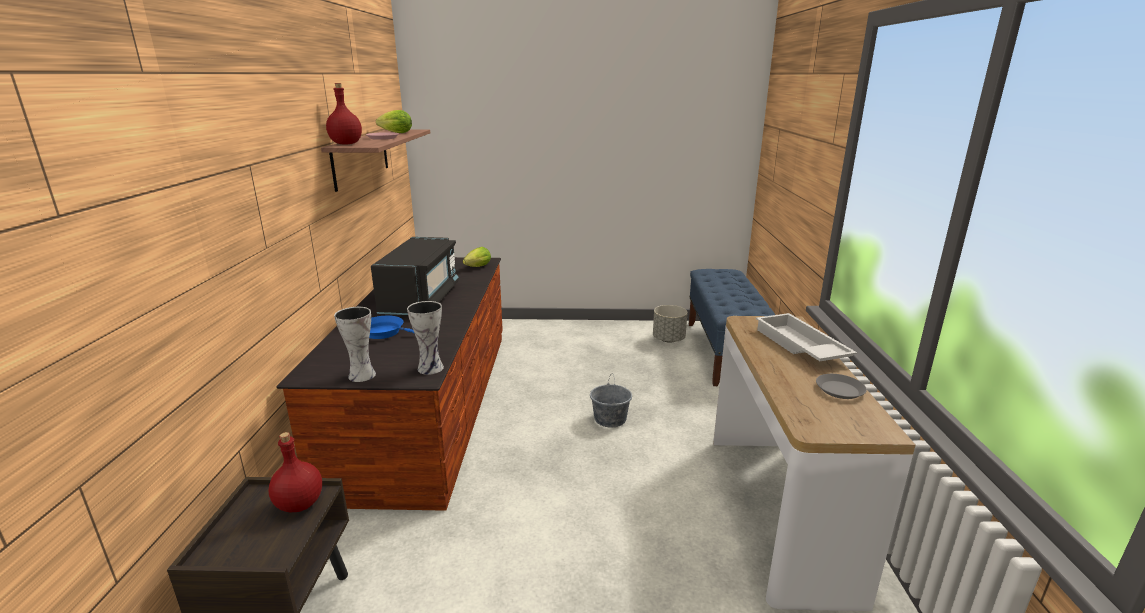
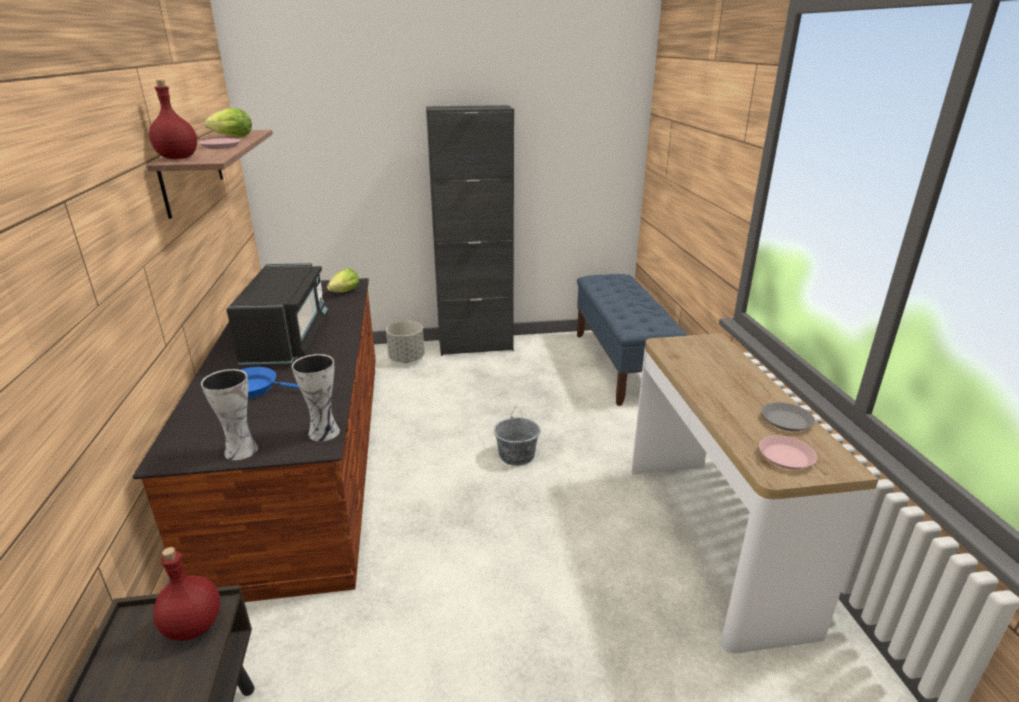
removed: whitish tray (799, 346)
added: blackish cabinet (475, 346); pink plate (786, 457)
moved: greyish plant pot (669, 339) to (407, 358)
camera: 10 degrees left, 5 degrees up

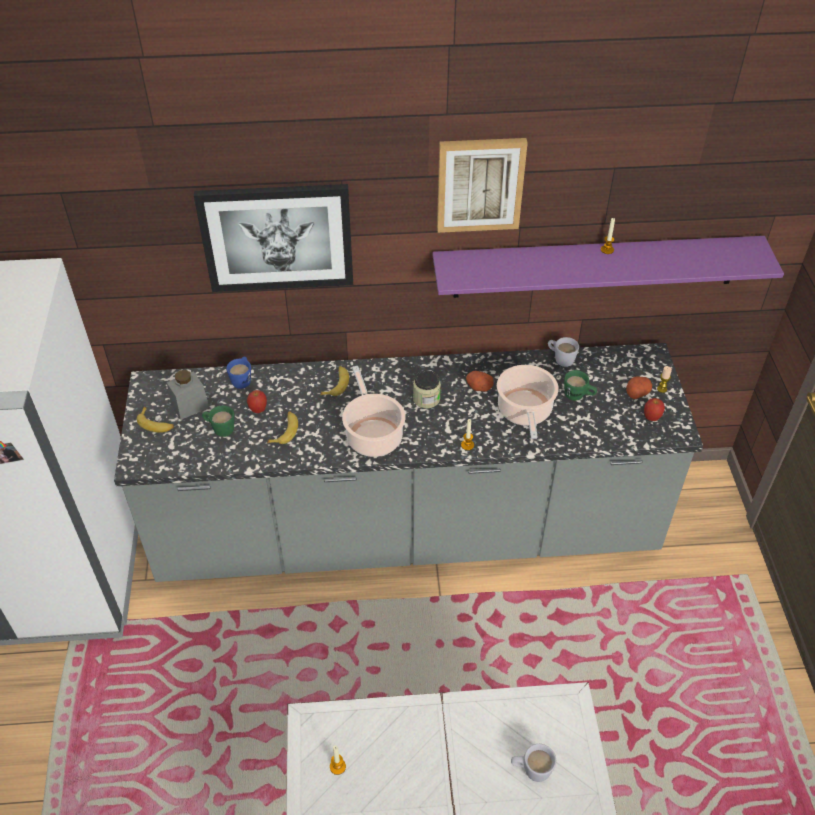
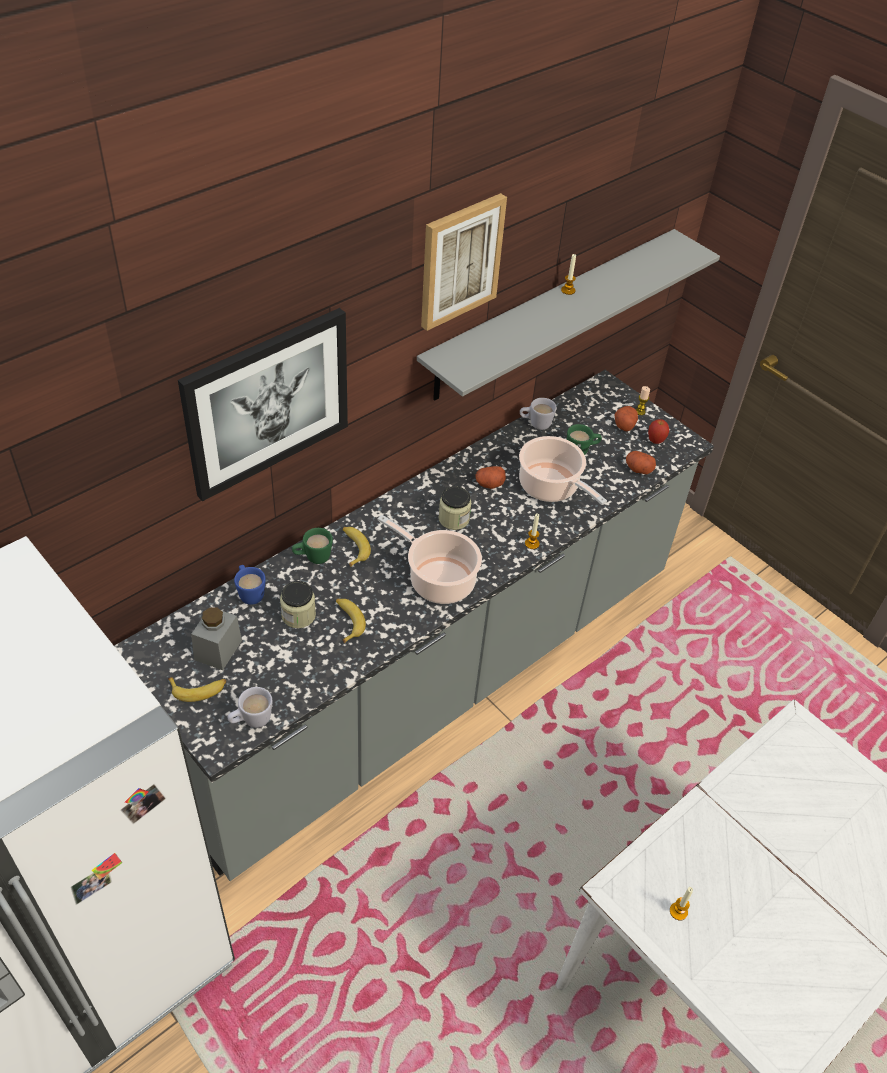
added: spud (638, 469)
moved: whitish coffee mug (531, 770) to (251, 721); green-coloured coffee mug (220, 429) to (313, 557)
replaced: apple (258, 410) to preserve jar (298, 615)
recoloured: purple-coloured bracket shelf (595, 266) to greyish bracket shelf (551, 313)
camera: 40 degrees left, 0 degrees up

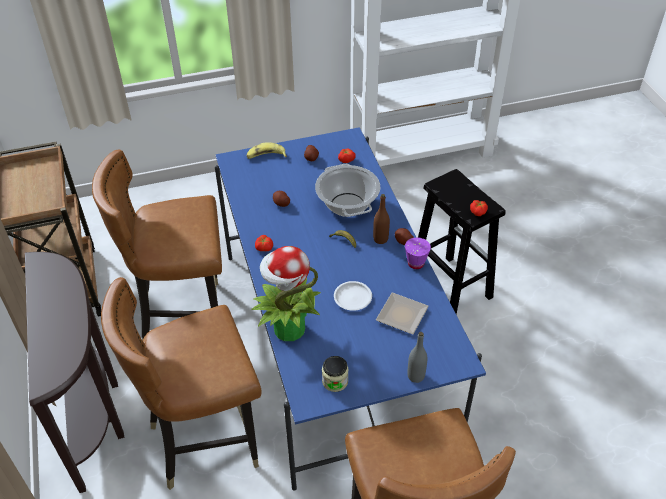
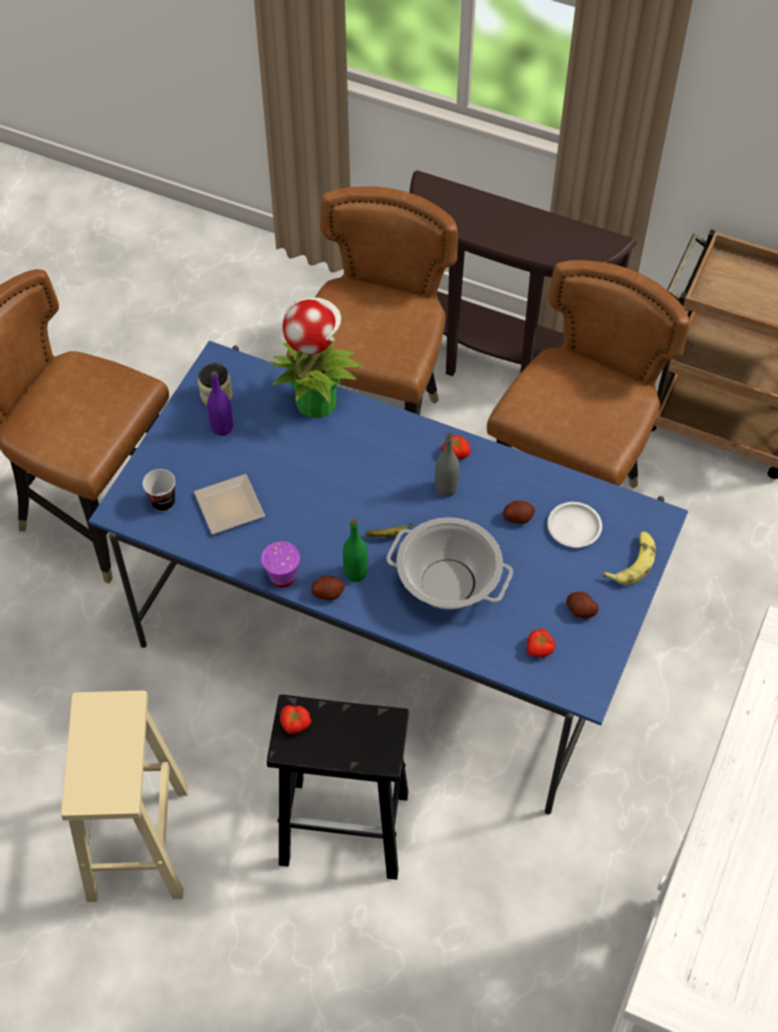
added: sand-coloured stool (139, 845); small cup (163, 502); purple-coloured drink bottle (222, 428)
moved: greyish drink bottle (416, 376) to (446, 488); whitish plate (352, 297) to (574, 527)
recoloured: brown-coloured drink bottle (380, 239) to green-coloured drink bottle (355, 573)
camera: 130 degrees right, 10 degrees up

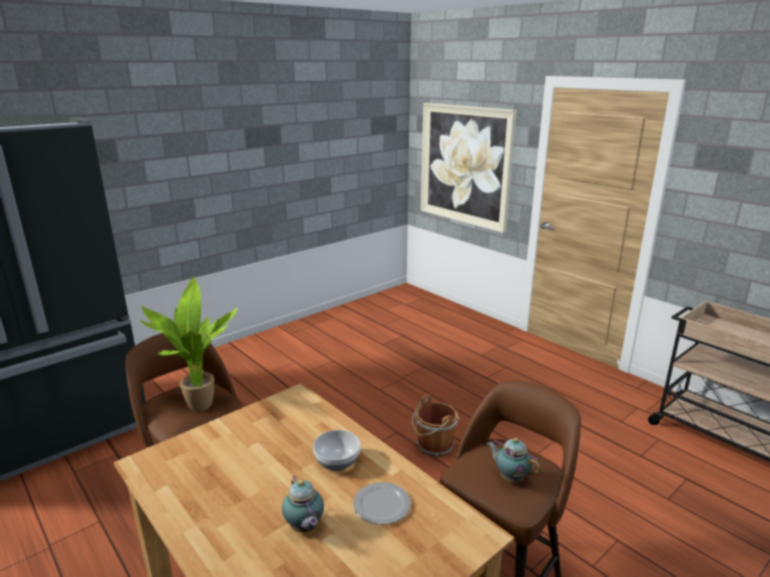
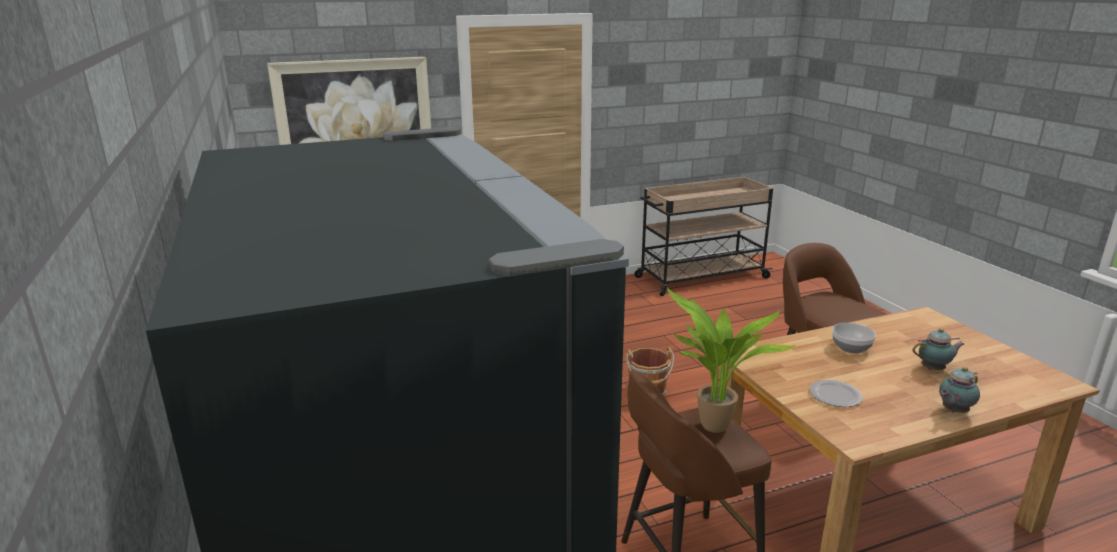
moved: plate (382, 506) to (836, 395); tea pot (510, 477) to (953, 411)
camera: 70 degrees left, 0 degrees up

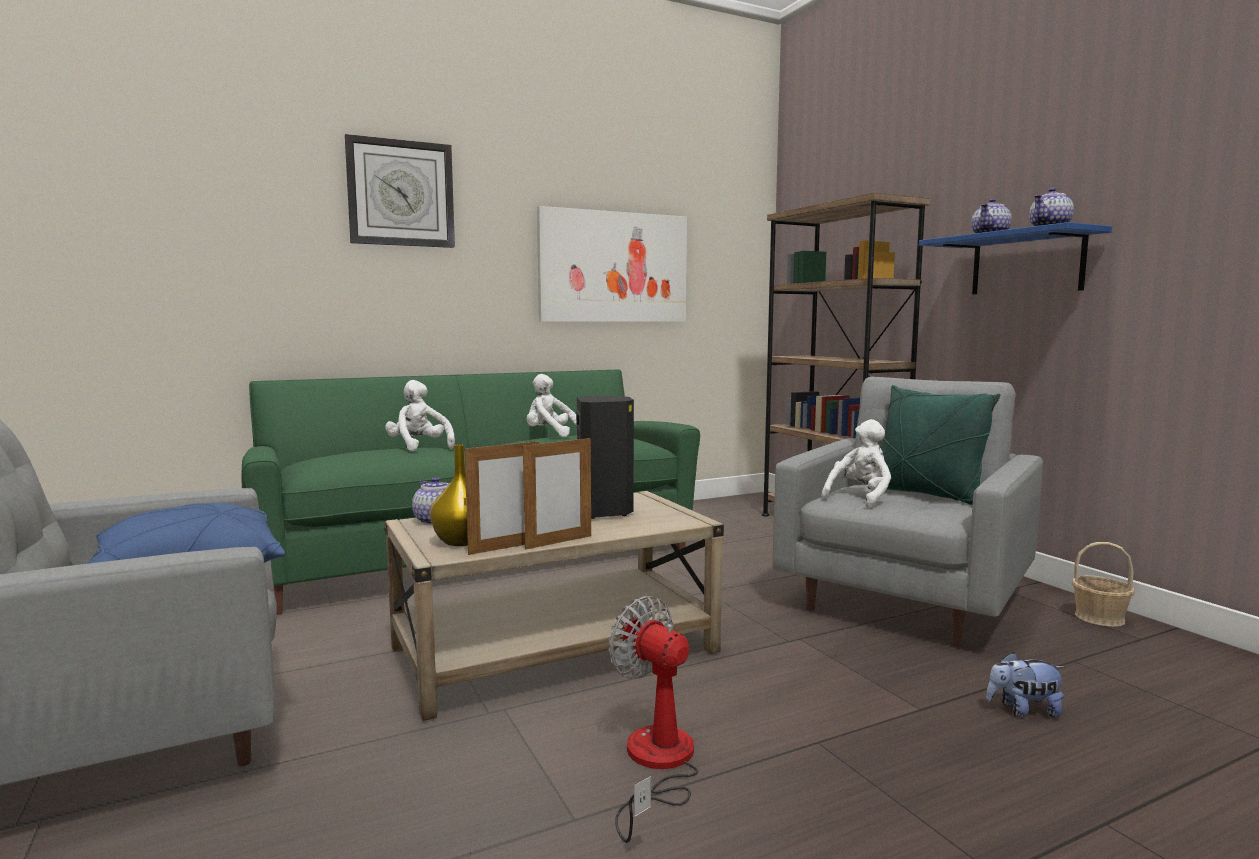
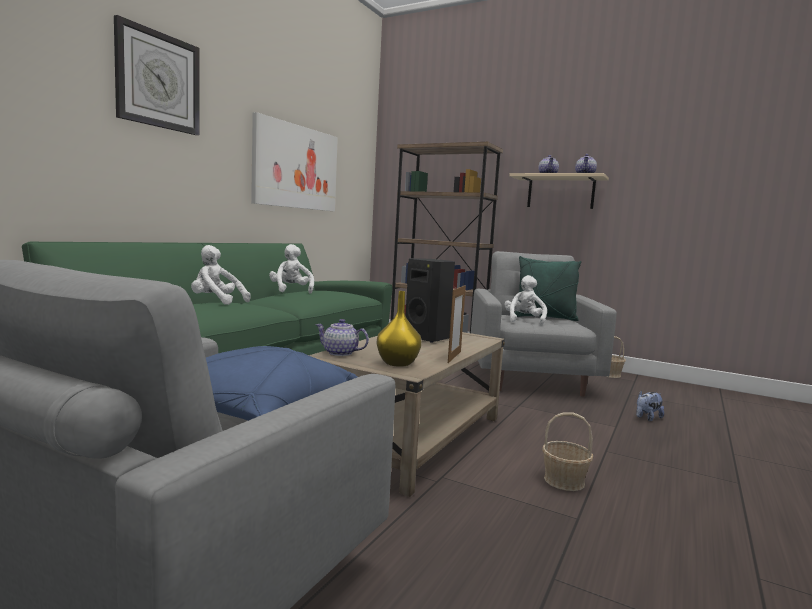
removed: photo frame (505, 548)
replaced: cooling fan (656, 764) to household basket (564, 481)
recoloured: blue-coloured bracket shelf (1026, 264) to sand-coloured bracket shelf (560, 192)
turned: whitish soft toy (550, 434) = (291, 291) 75 degrees clockwise
camera: 35 degrees left, 0 degrees up

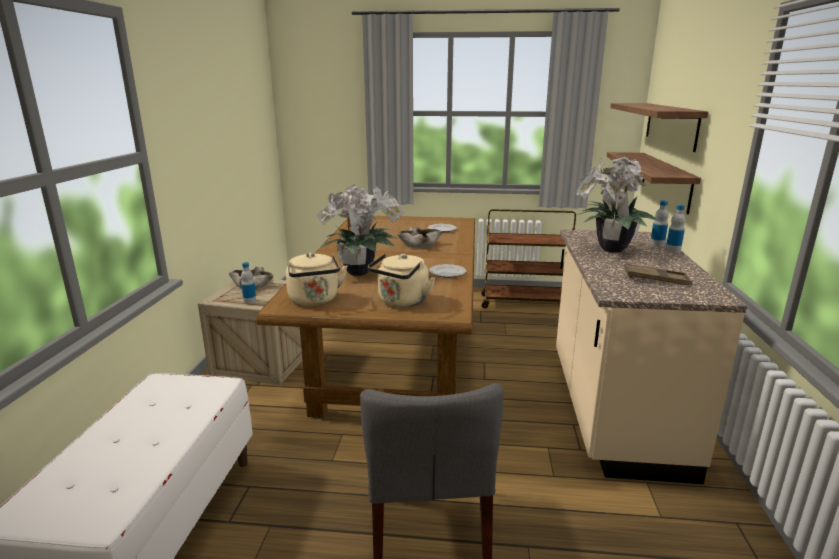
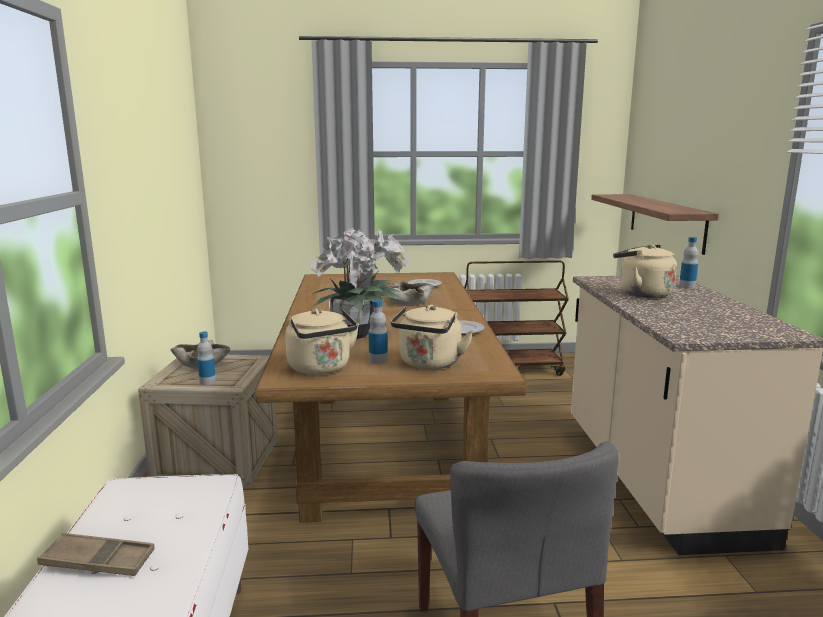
removed: bracket shelf (671, 125)
moved: brown-coloured tray (656, 279) to (98, 561); drink bottle (673, 250) to (378, 360)
replaced: houseplant (609, 249) to sand-coloured kettle (641, 293)
camera: 10 degrees left, 5 degrees down

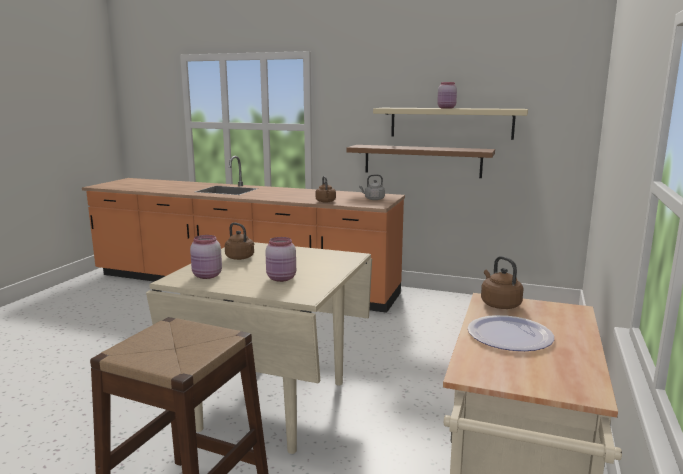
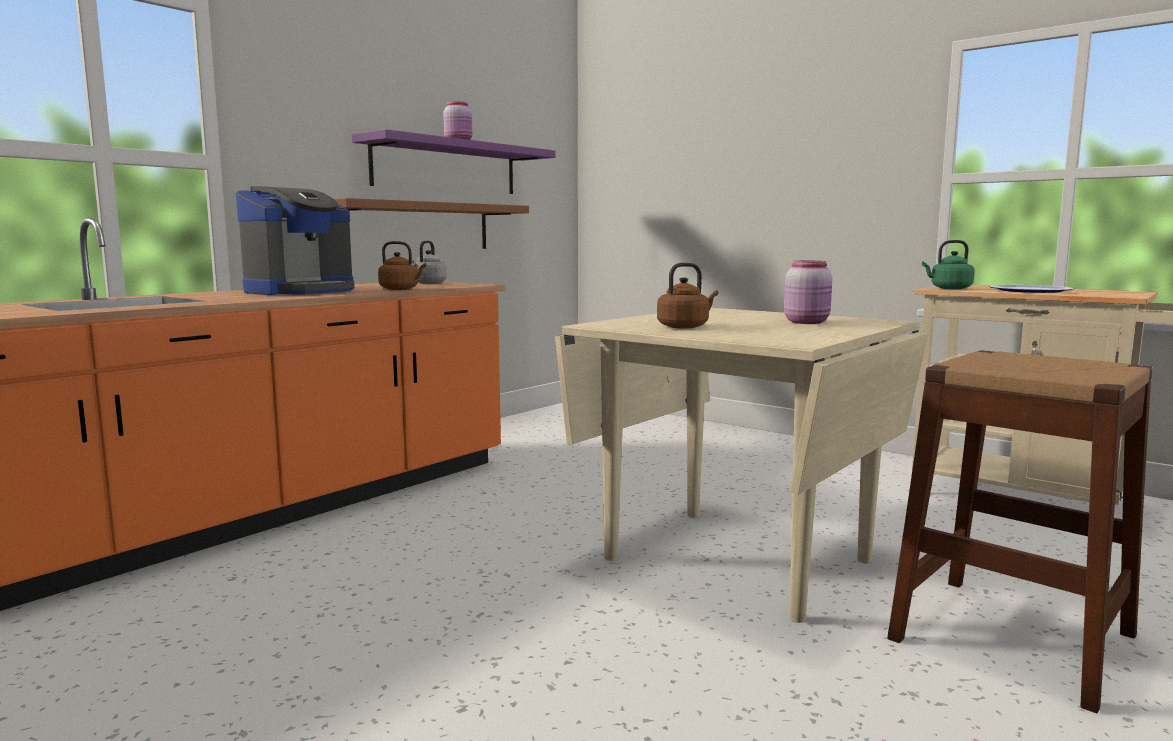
removed: pink preserve jar (207, 276)
added: coffee maker (301, 291)
recoloured: sand-coloured bracket shelf (451, 123) to purple-coloured bracket shelf (446, 167); brown-coloured kettle (499, 304) to green-coloured kettle (949, 288)
camera: 70 degrees left, 5 degrees down

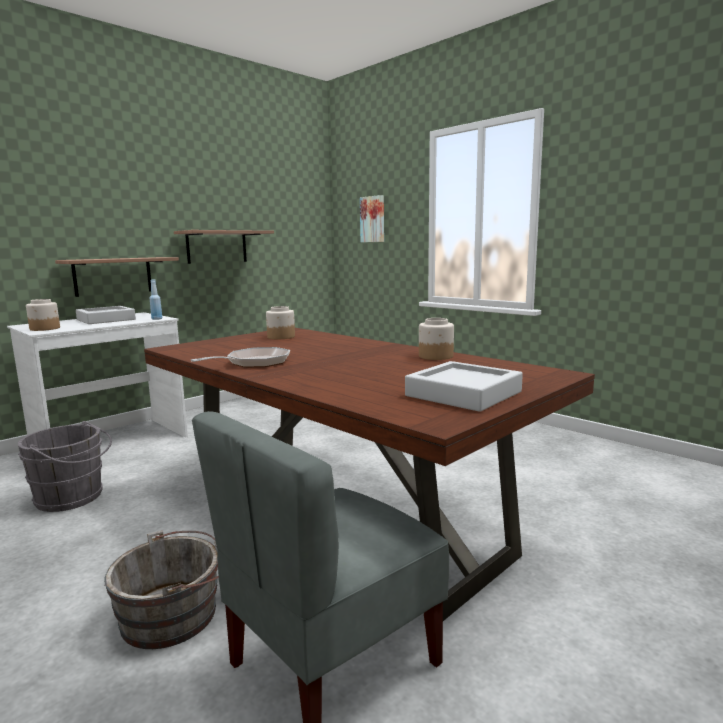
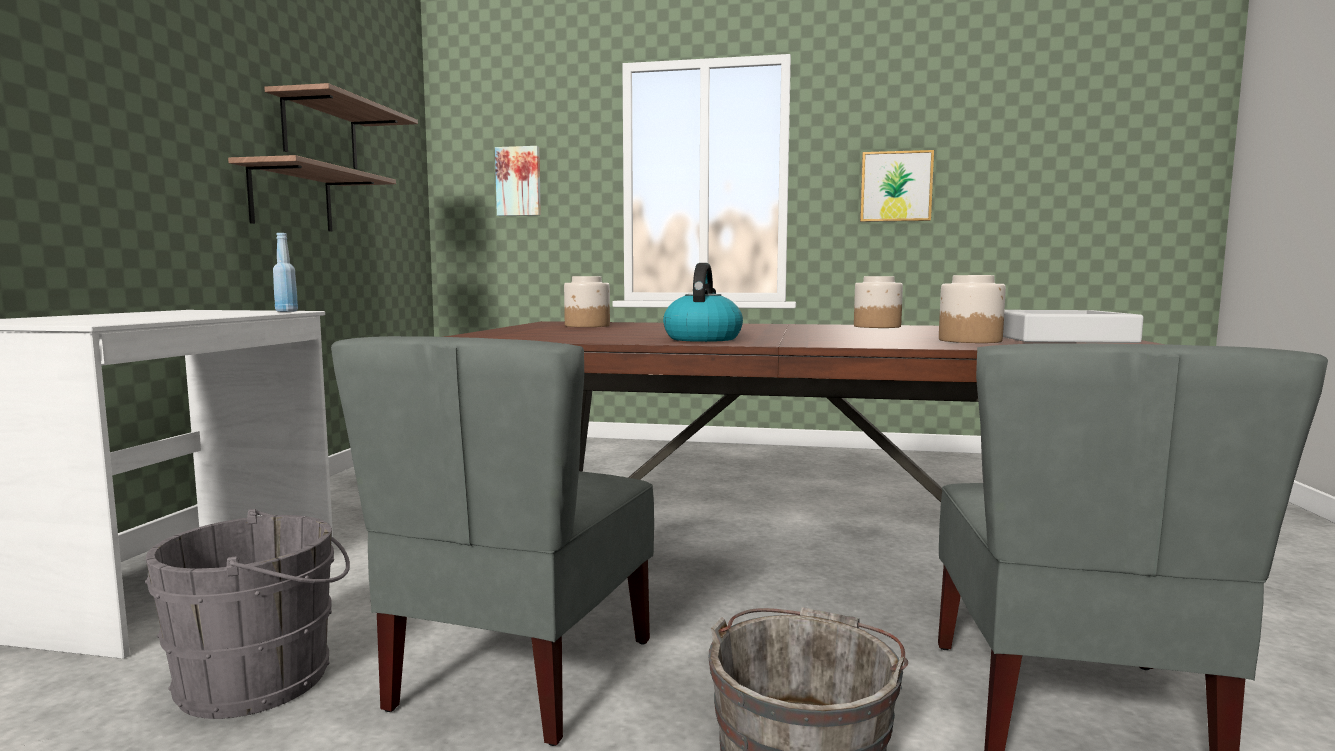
removed: greyish tray (106, 320)
added: greyish chair (520, 674); picture (895, 187)
moved: bracket shelf (113, 276) to (320, 133); preserve jar (45, 328) to (970, 340)
replaced: frying pan (254, 363) to kettle (702, 339)
camera: 35 degrees left, 5 degrees down

